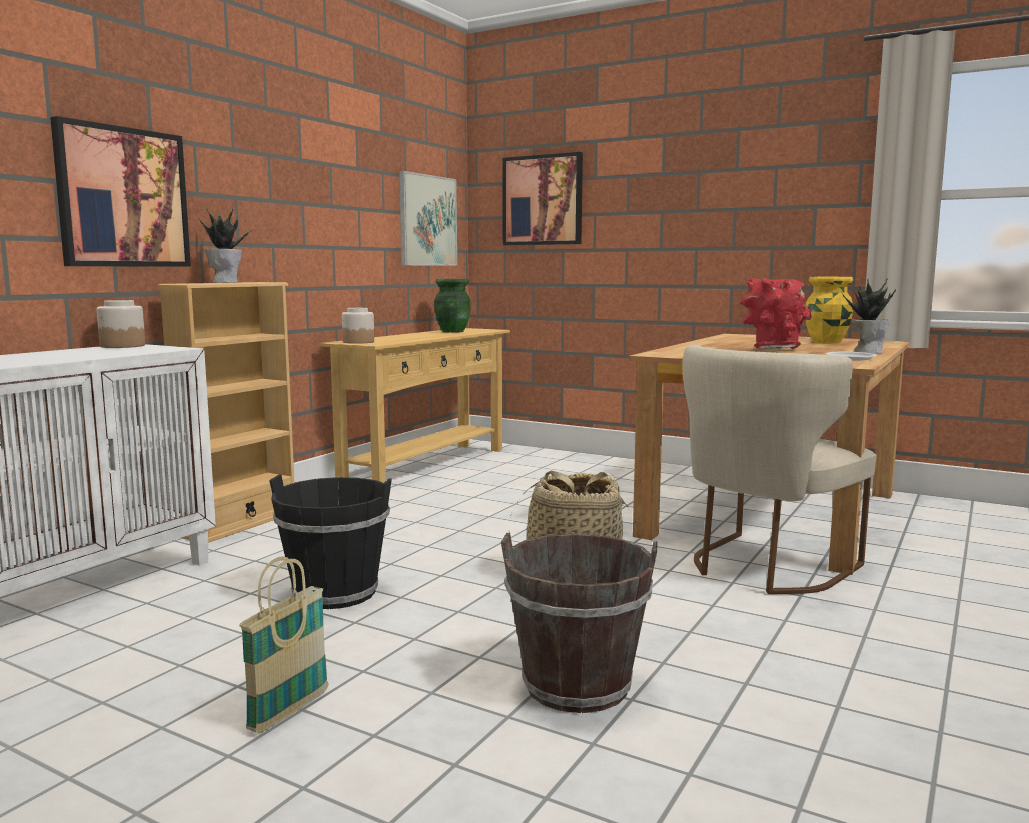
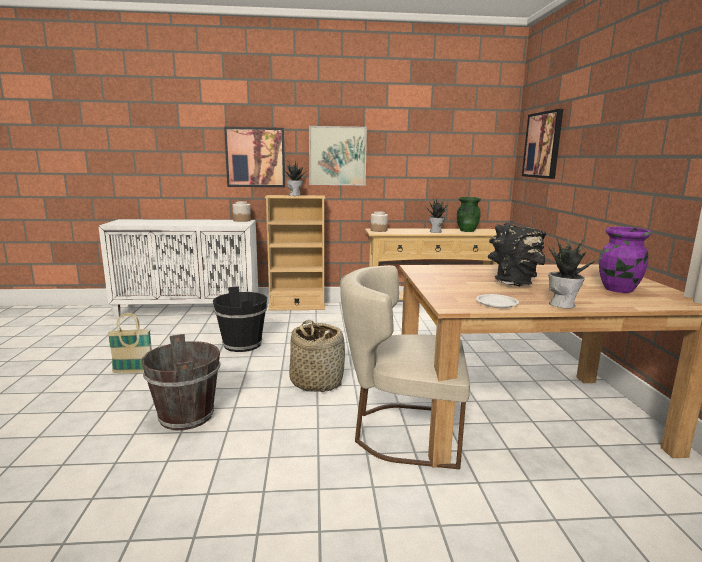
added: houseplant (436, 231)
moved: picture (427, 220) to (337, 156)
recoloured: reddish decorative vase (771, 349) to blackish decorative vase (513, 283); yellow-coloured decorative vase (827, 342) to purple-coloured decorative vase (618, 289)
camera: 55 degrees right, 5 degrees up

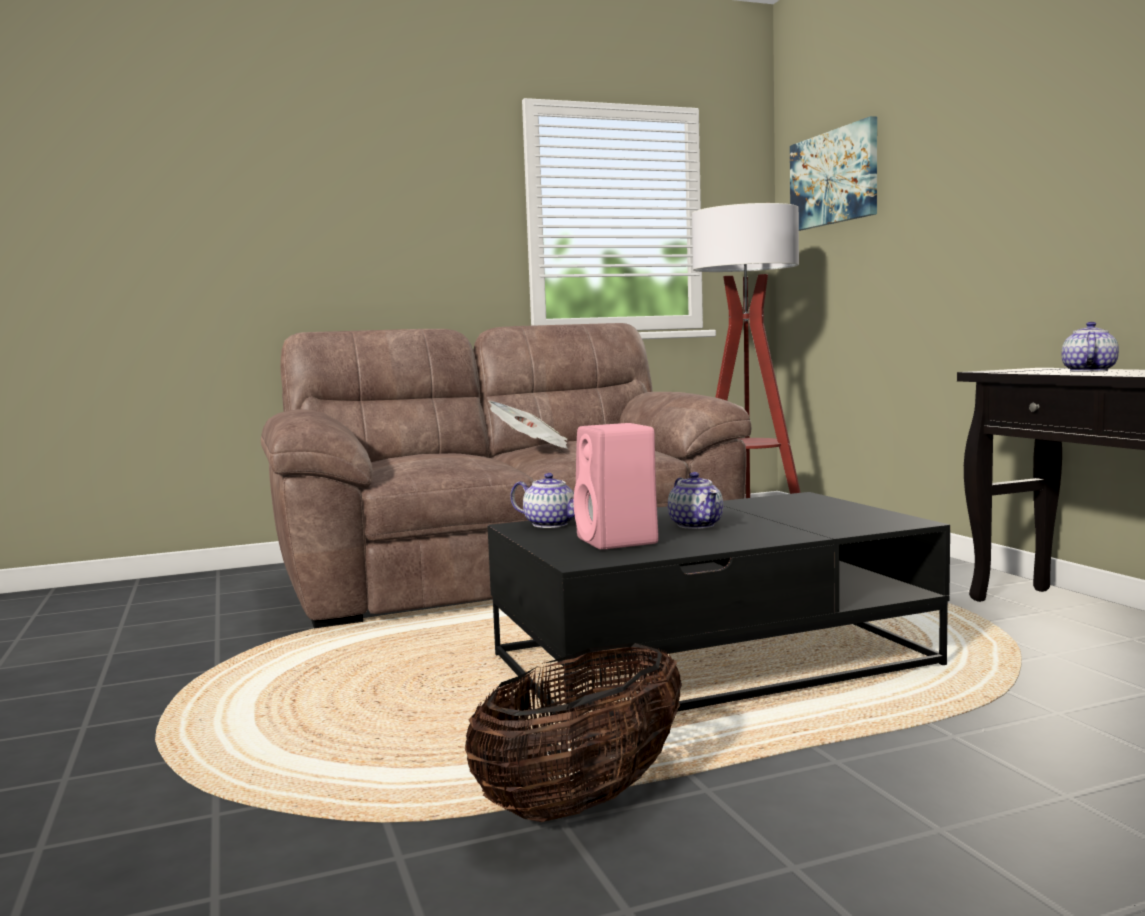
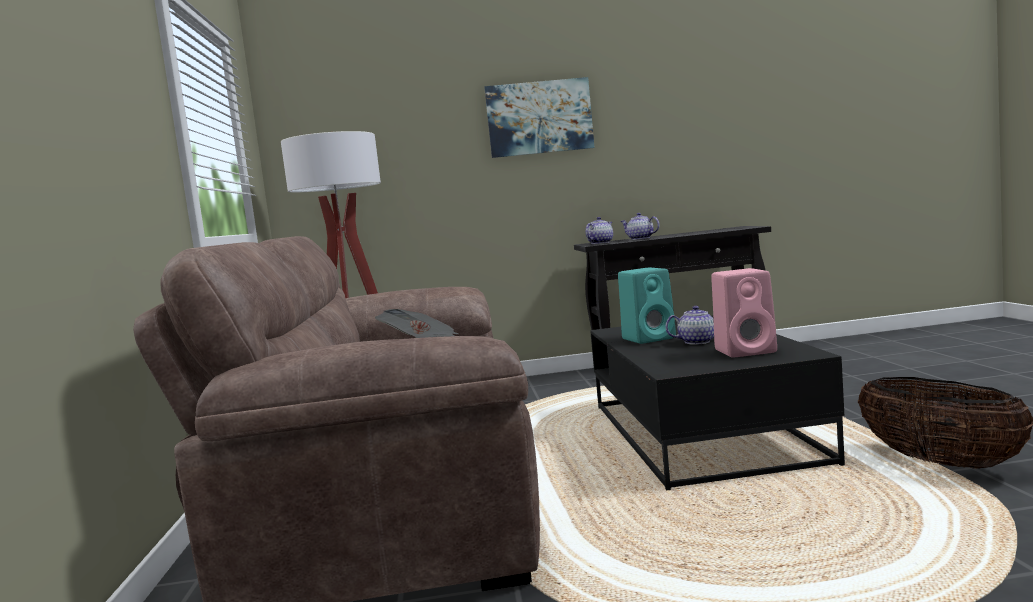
added: blue-green audio speaker (650, 338)
moved: picture (834, 178) to (539, 118); tea pot (551, 524) to (600, 243)
camera: 75 degrees left, 0 degrees up

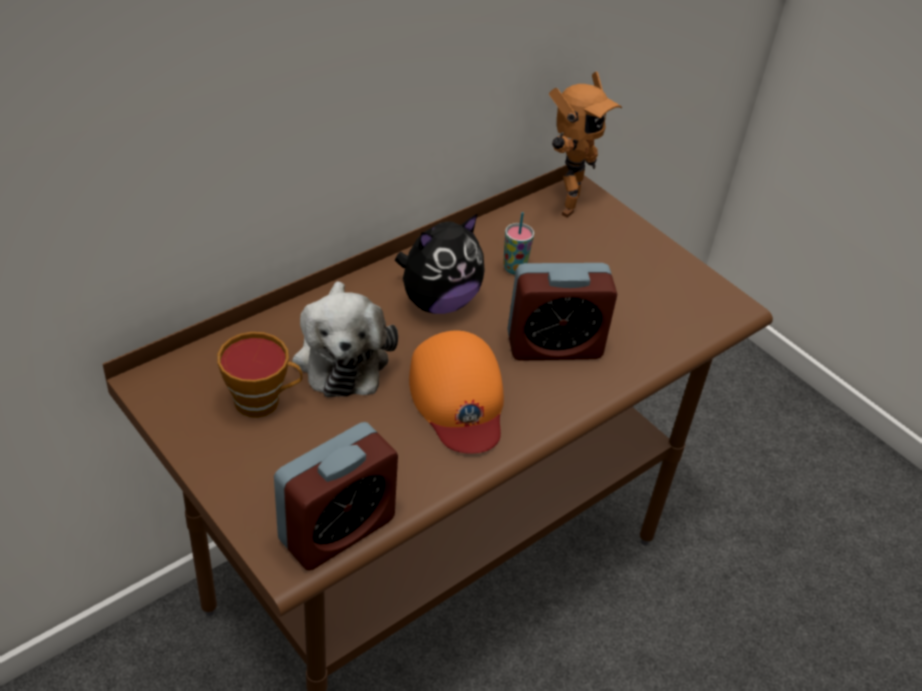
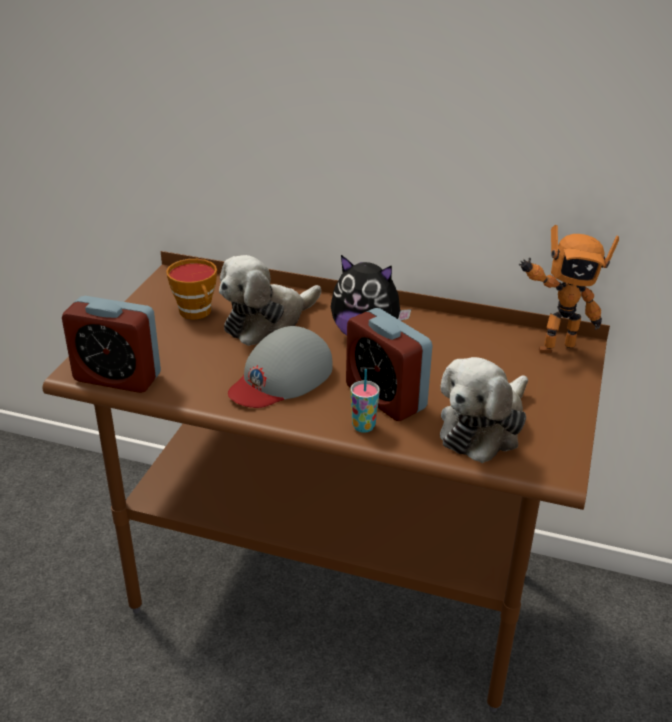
added: soft toy (483, 428)
moved: small cup (514, 268) to (363, 426)
recoloured: orange baseball cap (458, 398) to greyish baseball cap (281, 378)
camera: 60 degrees right, 10 degrees down

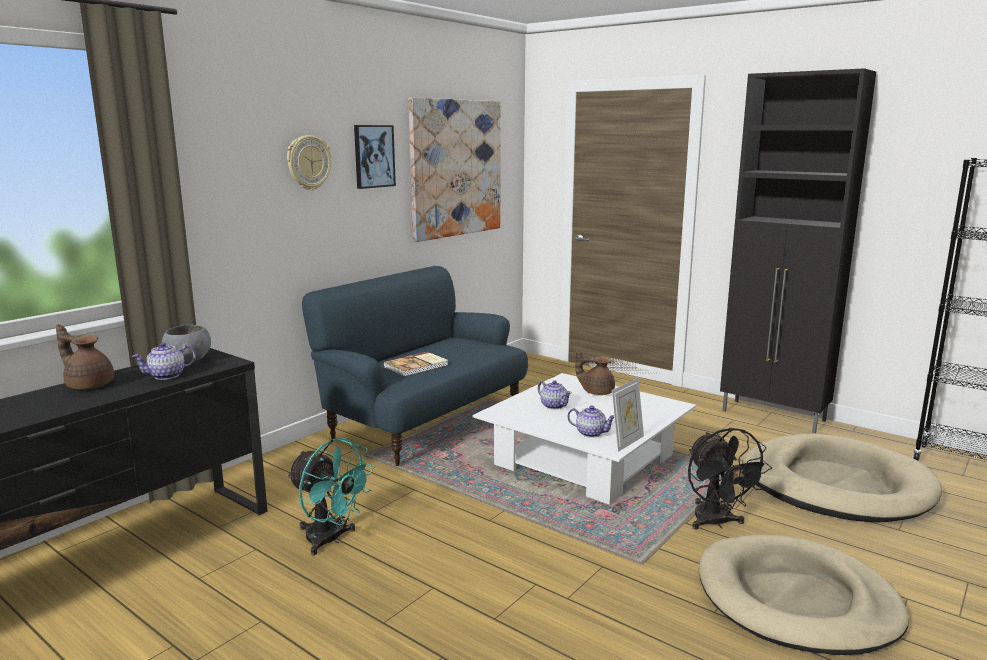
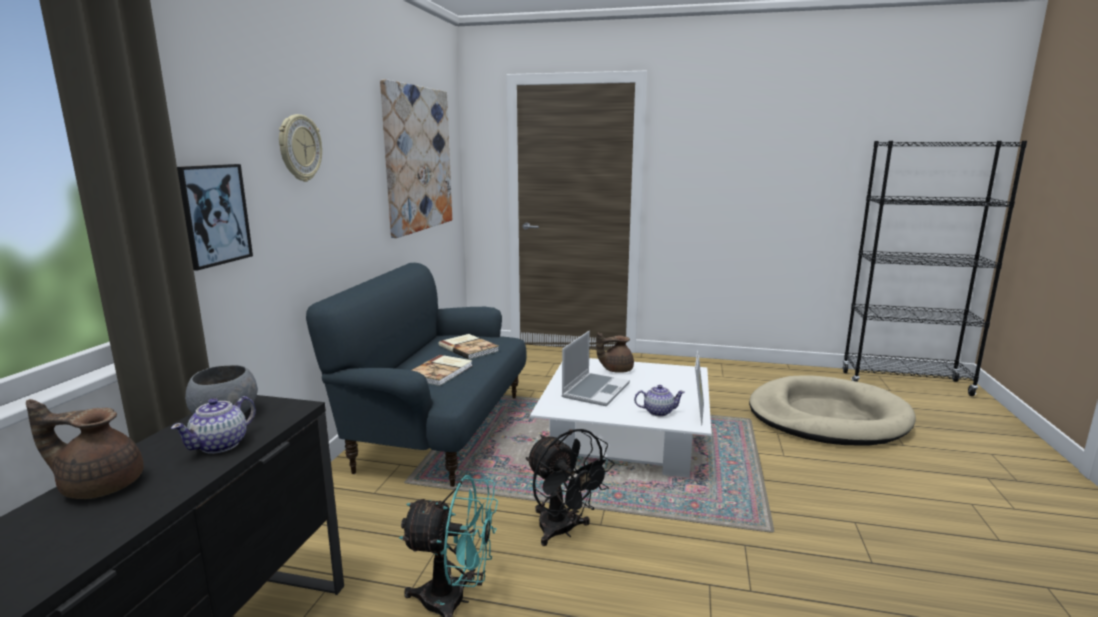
removed: sand-coloured dog cushion (796, 600); blackish cabinet (774, 416)
added: volume (469, 348)
moved: picture (373, 156) to (213, 215); blackish cooling fan (716, 523) to (563, 531)
replaced: tea pot (554, 406) to notebook computer (595, 390)
camera: 25 degrees left, 0 degrees up

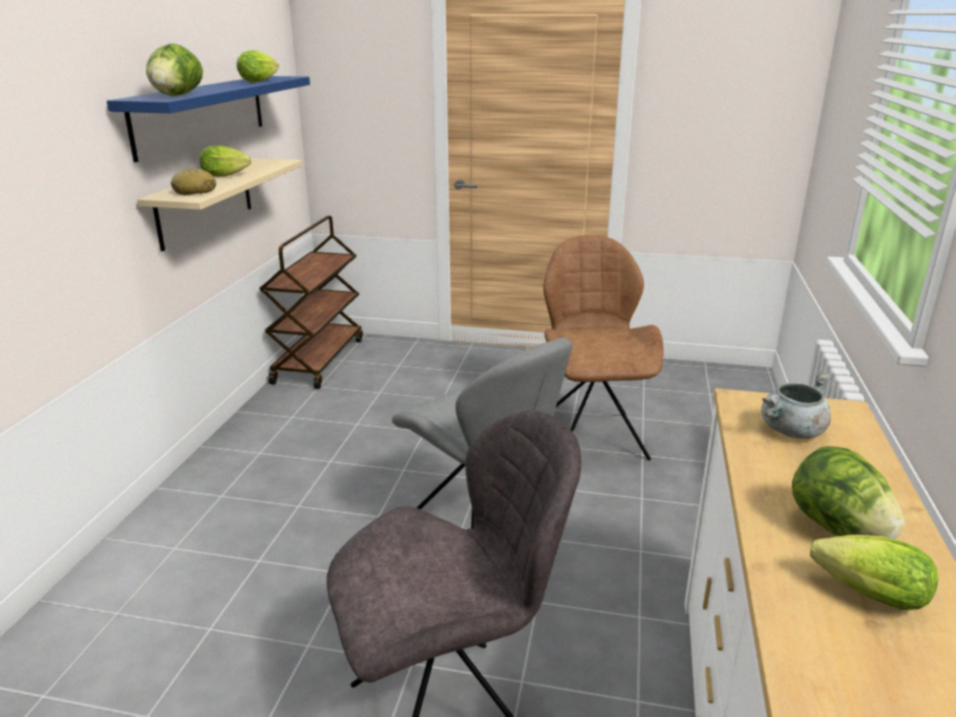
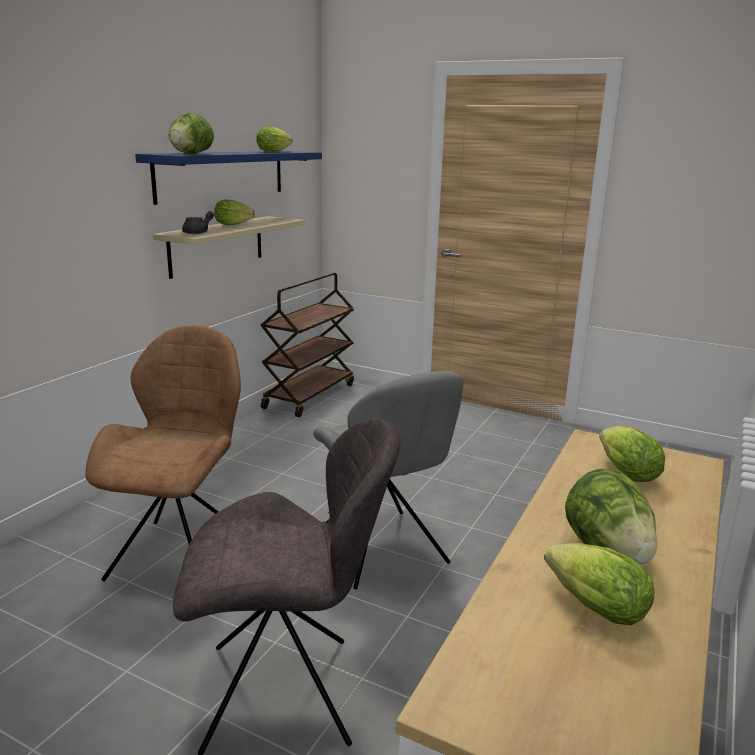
moved: brown-coloured chair (591, 436) to (181, 553)
replaced: bread (195, 192) to greyish tea pot (199, 232); greyish stockpot (791, 431) to head of lettuce (623, 471)
camera: 15 degrees right, 5 degrees down

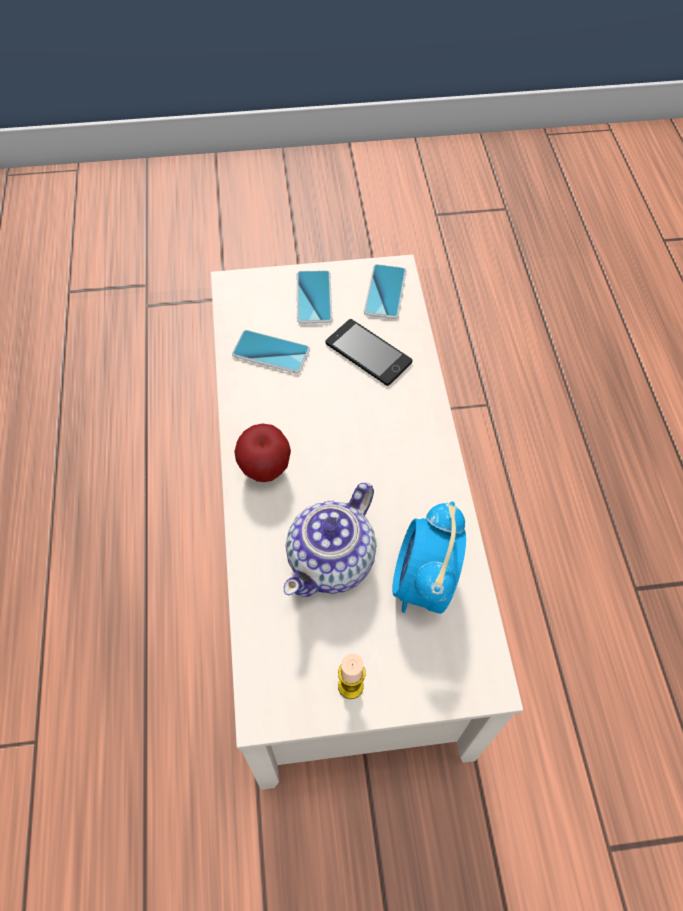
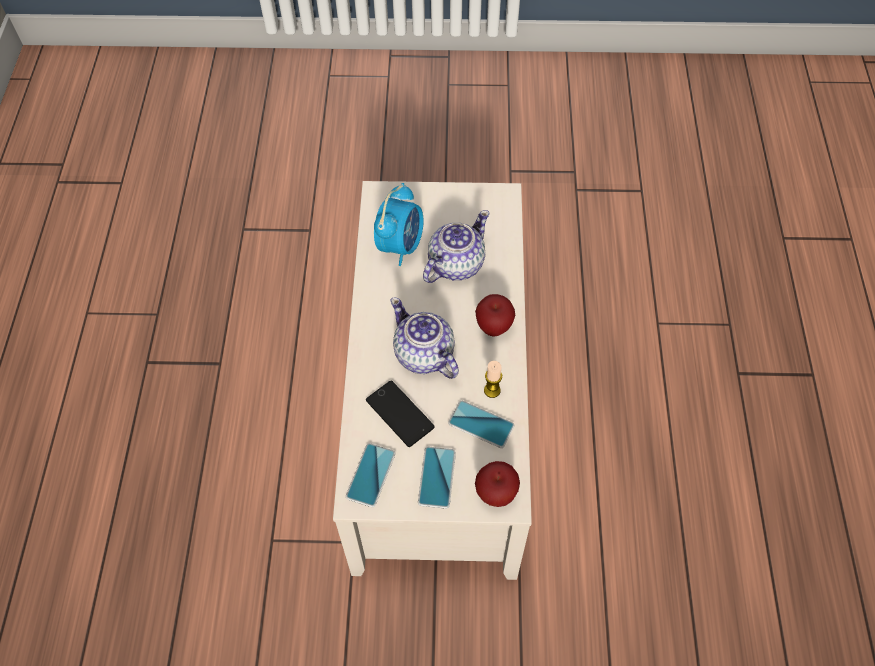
added: tea pot (424, 355); apple (496, 494)
moved: wax candle (350, 686) to (492, 390)
camera: 170 degrees left, 0 degrees up

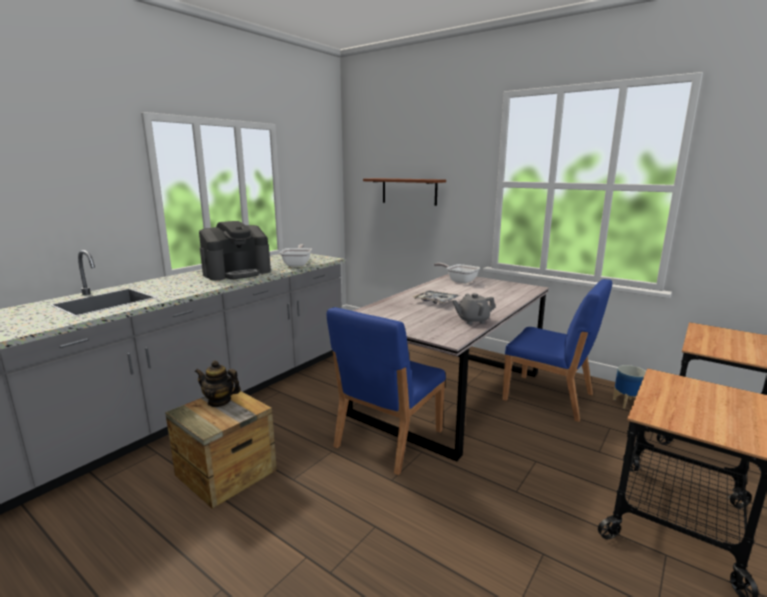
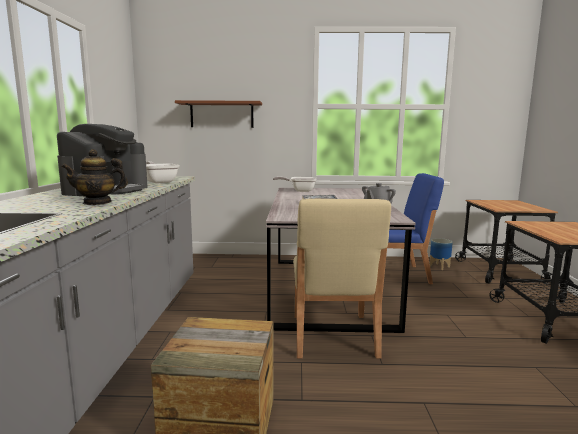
moved: tea pot (219, 401) to (97, 202)
recoloured: blue-coloured chair (387, 439) to sand-coloured chair (332, 335)
camera: 35 degrees left, 5 degrees down

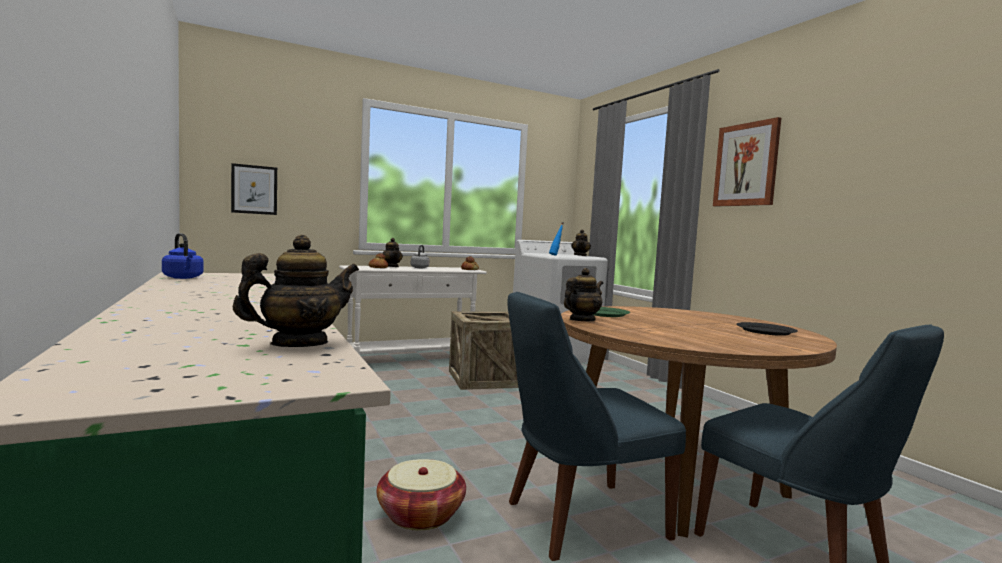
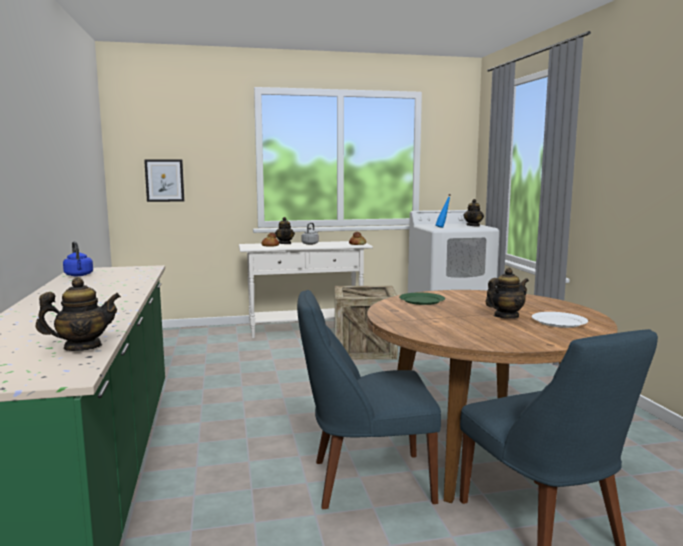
removed: household basket (420, 514); picture (746, 165)
moved: tea pot (581, 320) to (505, 316)
recoloured: blackish plate (766, 331) to whitish plate (559, 322)
camera: 15 degrees right, 5 degrees up

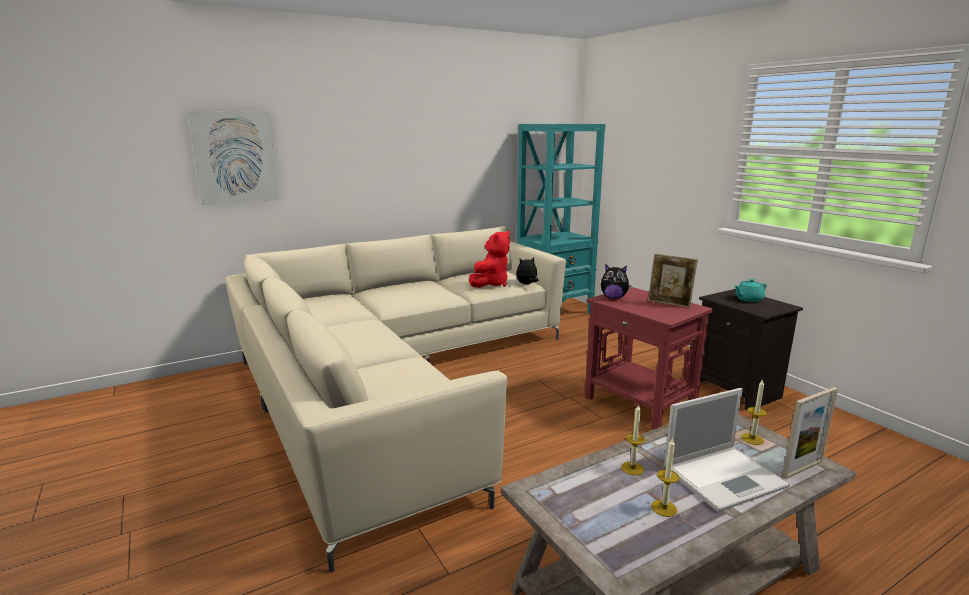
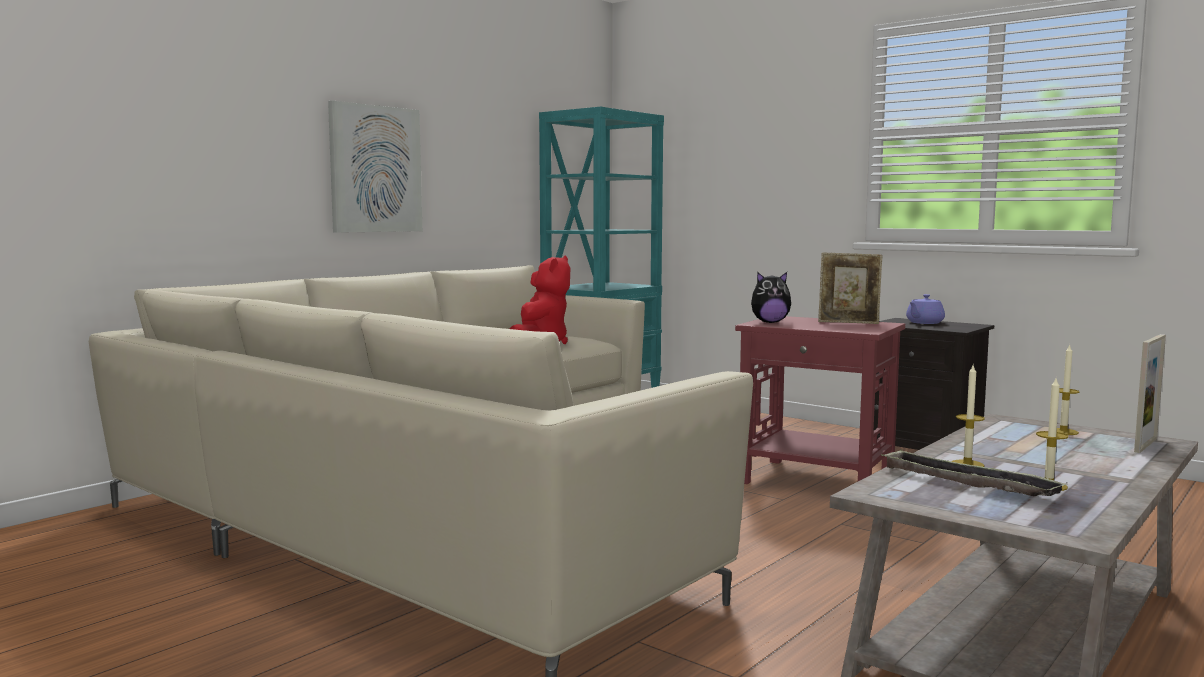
removed: soft toy (527, 284); notebook computer (725, 476)
added: tray (967, 483)
moved: picture (235, 157) to (375, 169)
recoloured: blue-green tea pot (748, 299) to purple-coloured tea pot (924, 323)
camera: 20 degrees left, 10 degrees down

